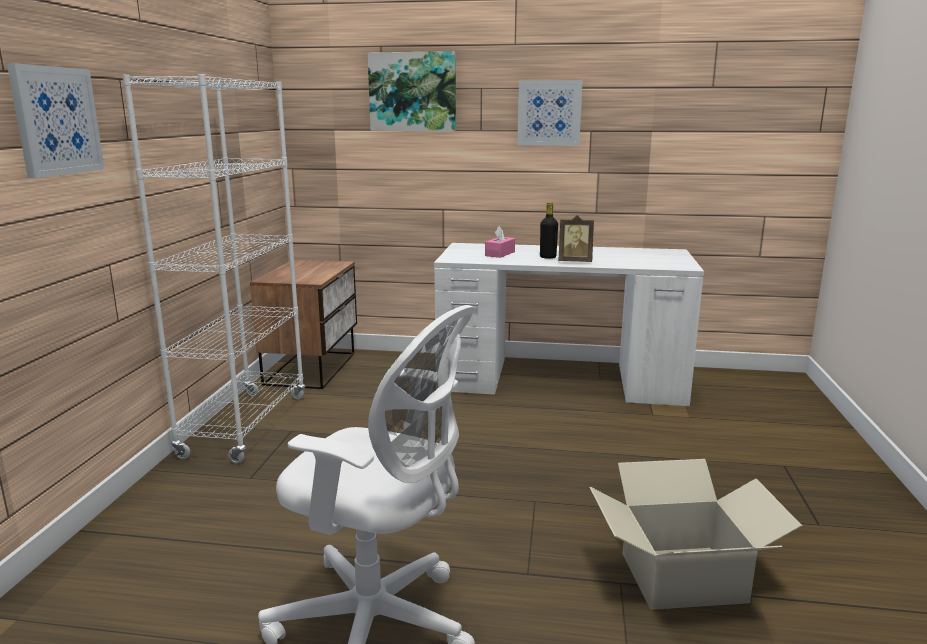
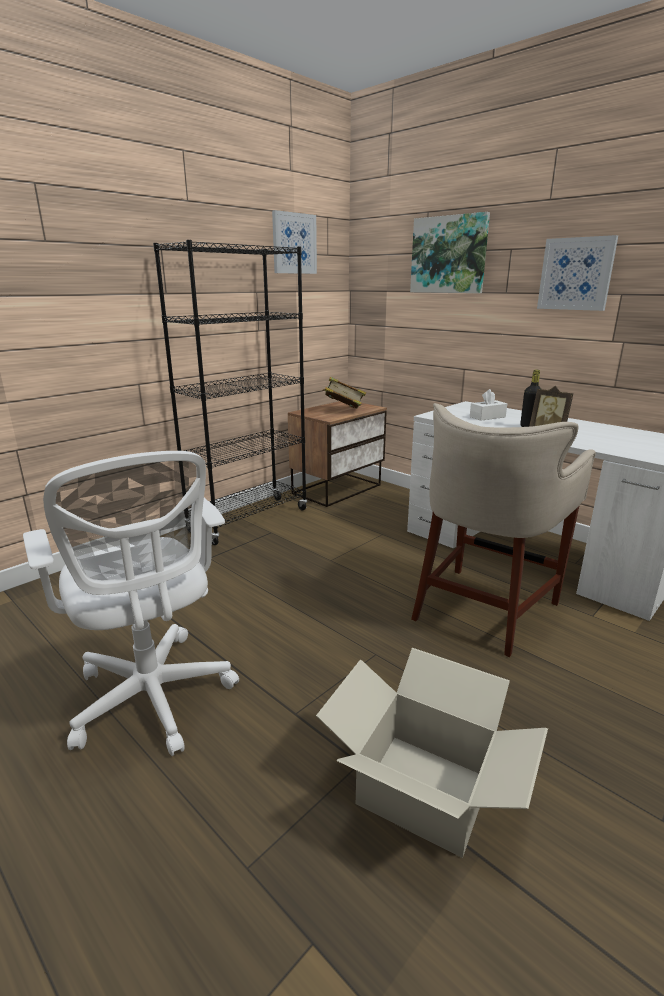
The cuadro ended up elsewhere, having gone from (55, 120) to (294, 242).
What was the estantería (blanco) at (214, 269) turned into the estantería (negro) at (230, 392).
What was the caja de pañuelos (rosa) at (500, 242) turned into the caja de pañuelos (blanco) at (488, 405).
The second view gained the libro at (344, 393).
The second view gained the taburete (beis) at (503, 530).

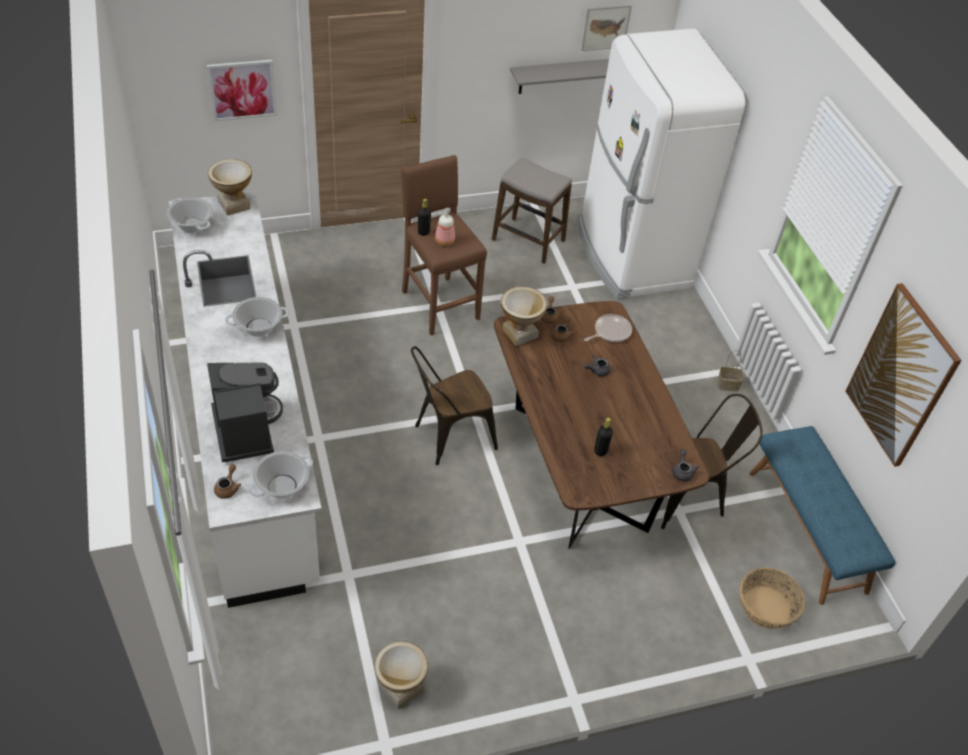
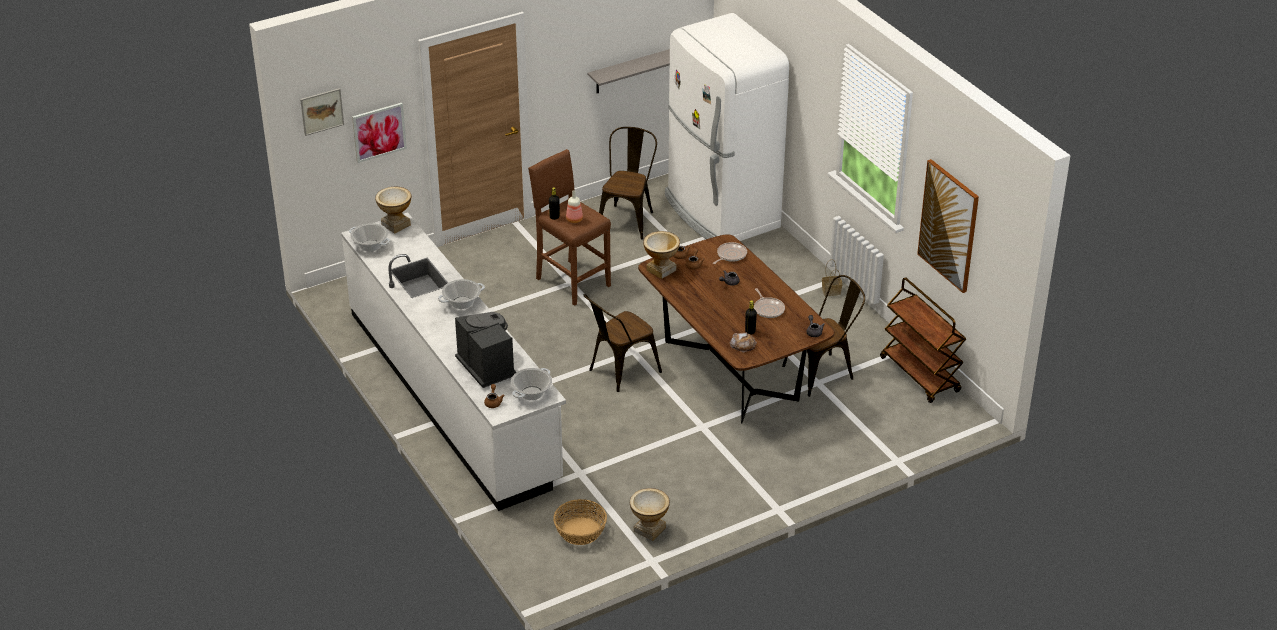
Where the taburete stood at (532, 211), the silla (marrón) came to stand at (628, 183).
The cuadro ended up elsewhere, having gone from (606, 28) to (322, 112).
The cesta ended up elsewhere, having gone from (772, 598) to (580, 522).
Where the banco (azul) stood at (823, 515), the carrito (marrón) came to stand at (923, 340).
The second view gained the pan at (743, 342).
The second view gained the sartén at (769, 303).

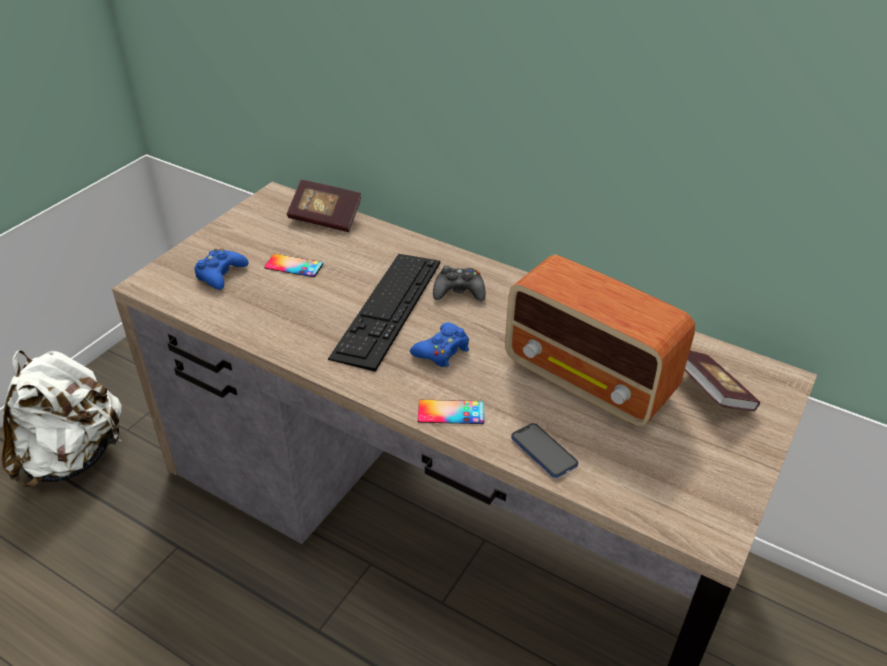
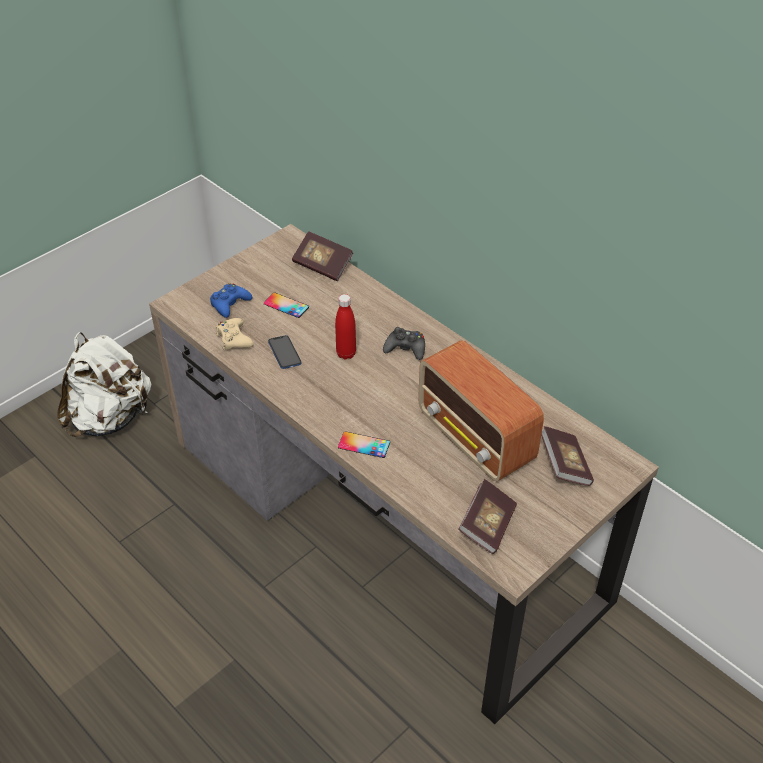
Where the teclado stood at (384, 313), the botella (rojo) came to stand at (345, 326).
The second view lost the mando de consola (azul) at (439, 344).
The móvil ended up elsewhere, having gone from (544, 450) to (285, 352).
The second view gained the mando de consola (beis) at (235, 334).
The second view gained the libro at (487, 516).

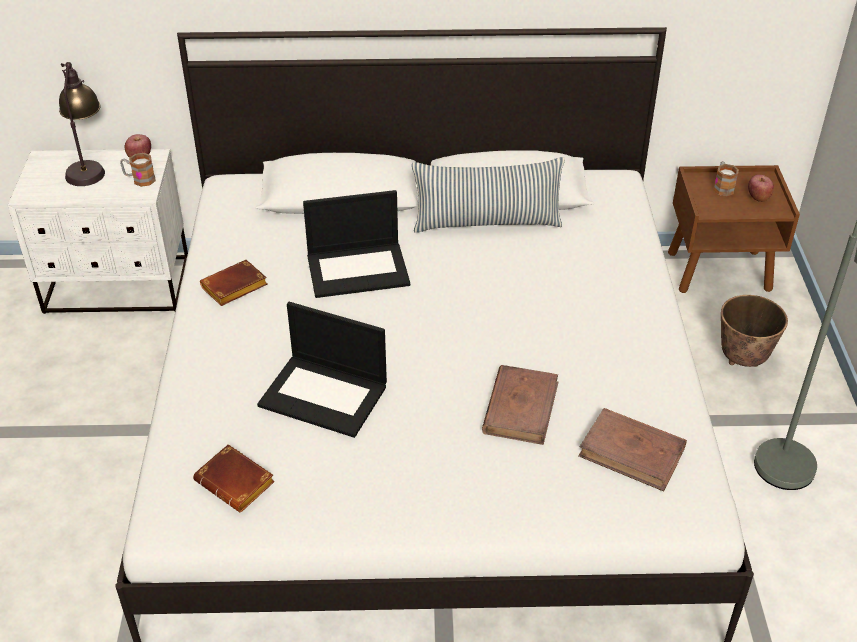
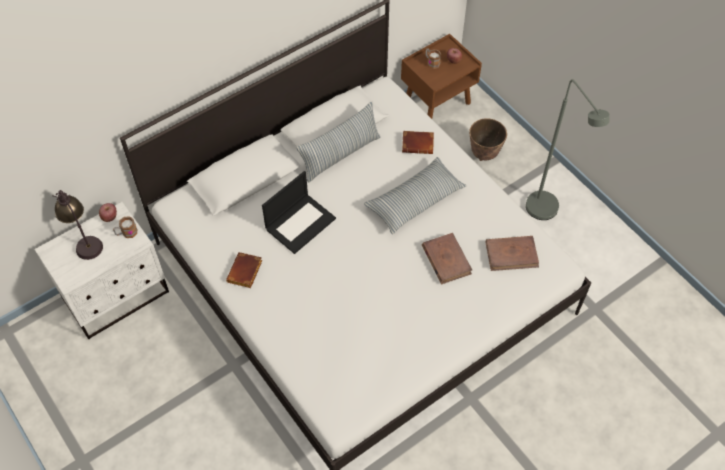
The libro (marrón) ended up elsewhere, having gone from (234, 478) to (418, 142).
The second view lost the portátil at (322, 370).
The second view gained the cojín at (415, 195).

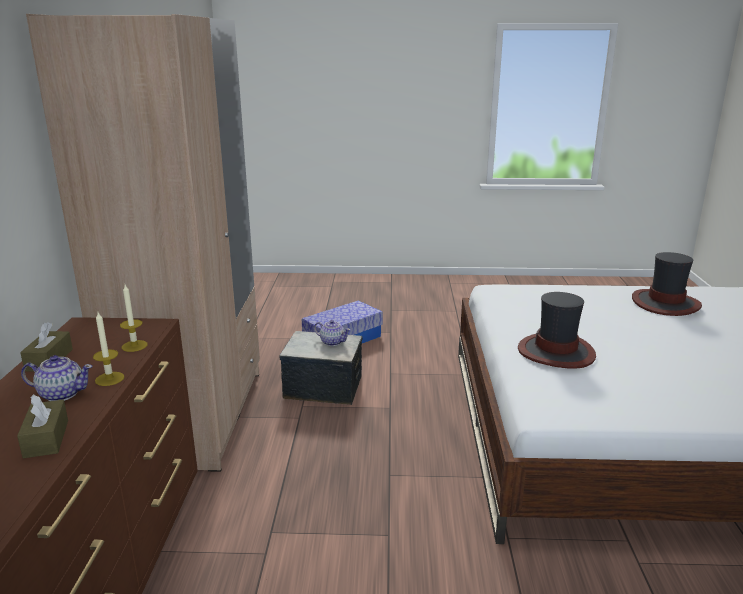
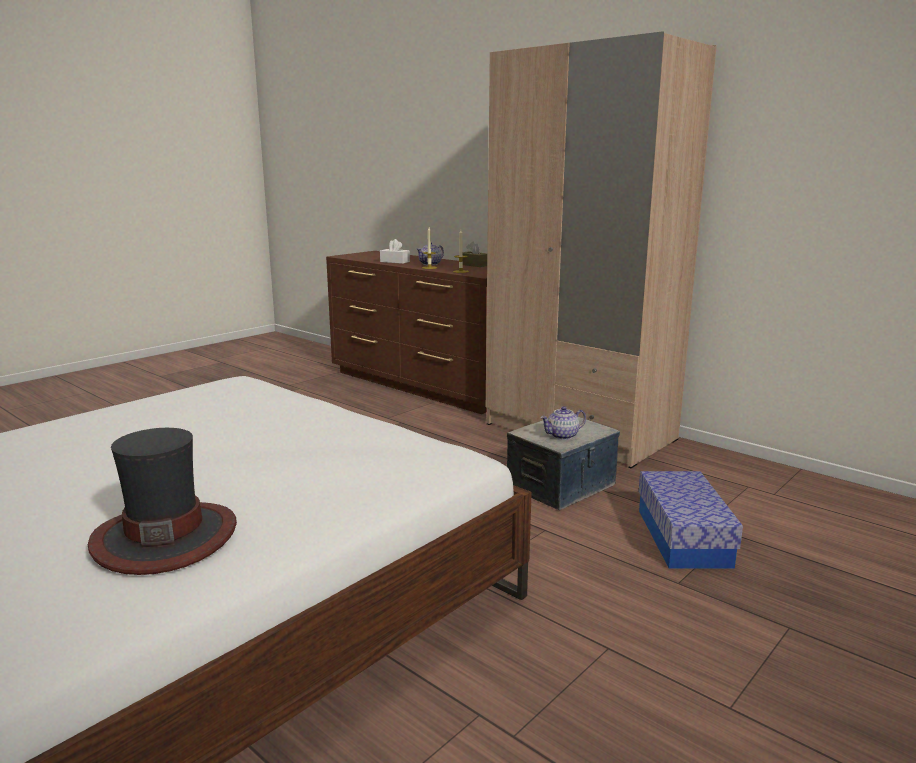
What was the caja de pañuelos (marrón) at (42, 426) turned into the caja de pañuelos (blanco) at (395, 251).
The second view lost the sombrero at (557, 330).

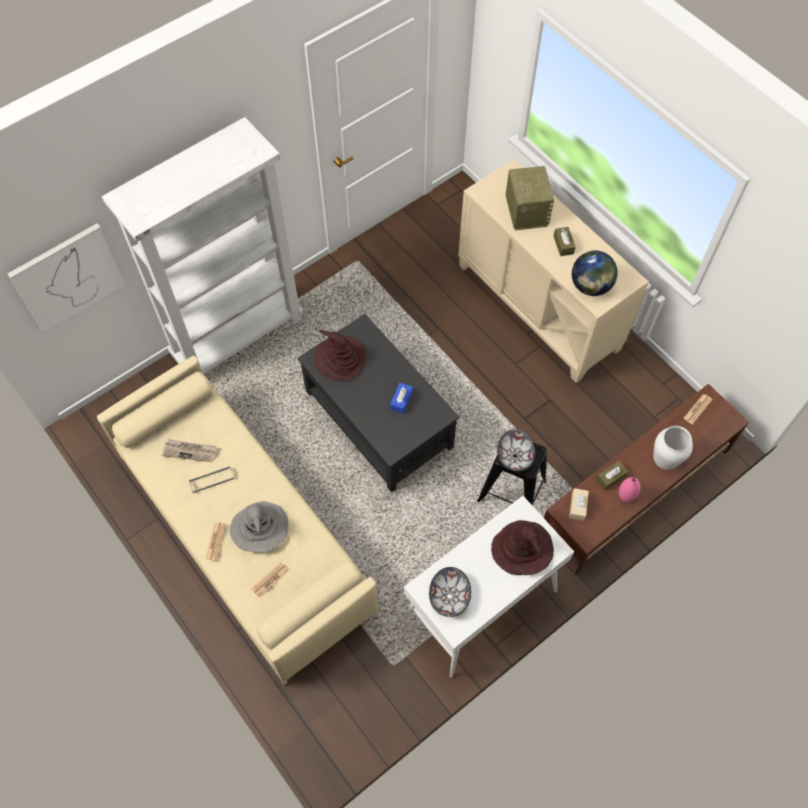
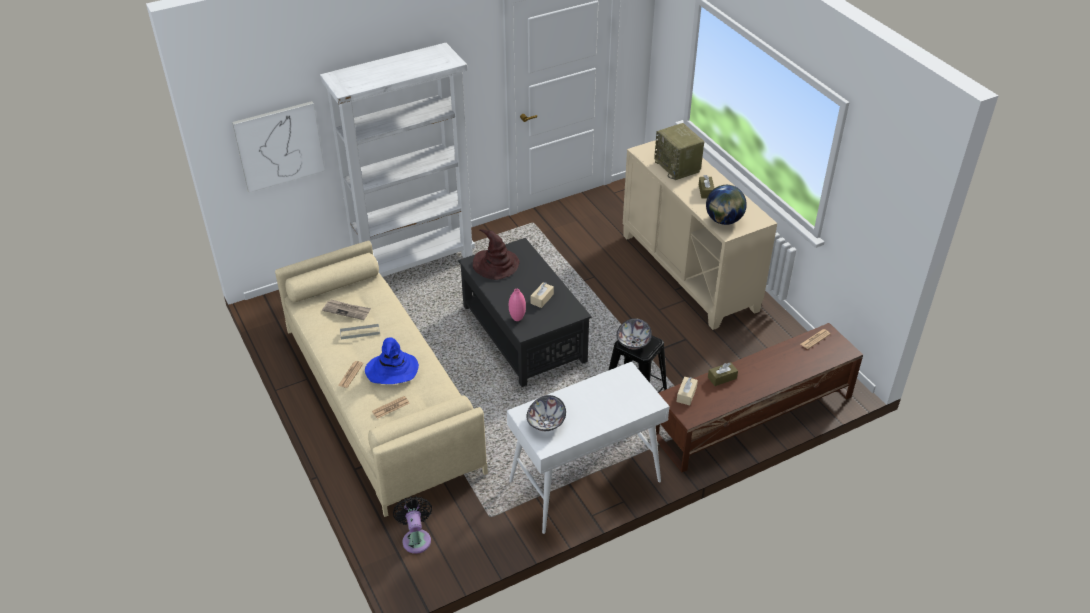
What was the sombrero (gris) at (259, 527) turned into the sombrero (azul) at (392, 360).
What was the caja de pañuelos (azul) at (401, 398) turned into the caja de pañuelos (beis) at (542, 295).
The second view lost the sombrero (marrón) at (522, 547).
The radio at (530, 198) ended up facing another way, 150 degrees clockwise from before.
The florero (rosa) ended up elsewhere, having gone from (629, 489) to (517, 305).
The second view lost the florero (blanco) at (673, 448).
The second view gained the ventilador (negro) at (412, 525).

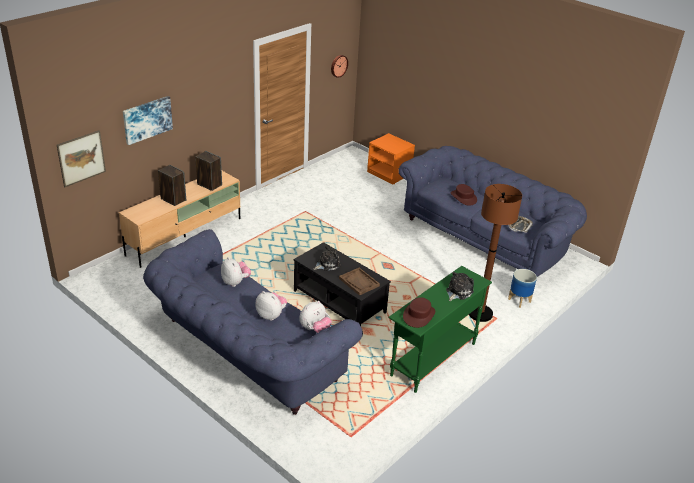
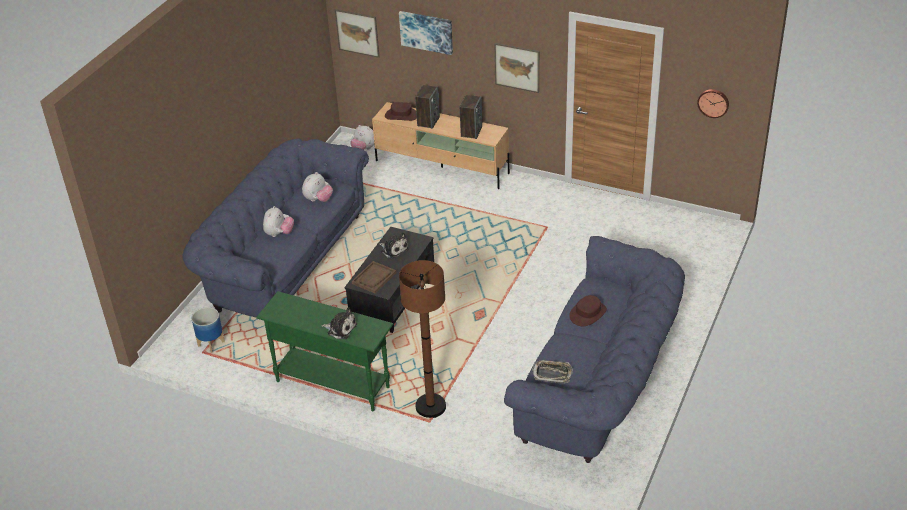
The peluche ended up elsewhere, having gone from (315, 317) to (362, 137).
The second view lost the mesita de noche (naranja) at (391, 158).
The sombrero (marrón) ended up elsewhere, having gone from (419, 312) to (401, 111).
The maceta ended up elsewhere, having gone from (522, 288) to (208, 330).
The second view gained the cuadro at (516, 68).

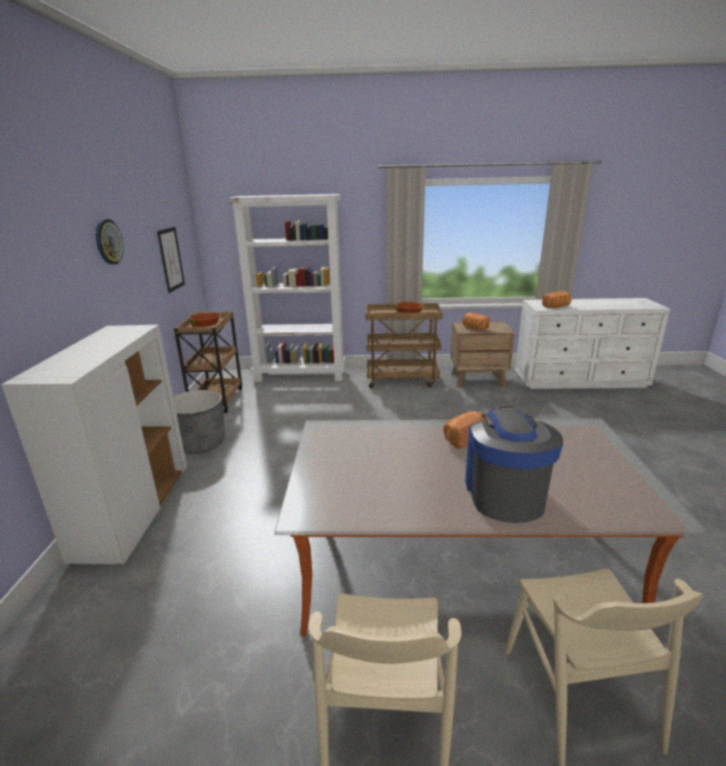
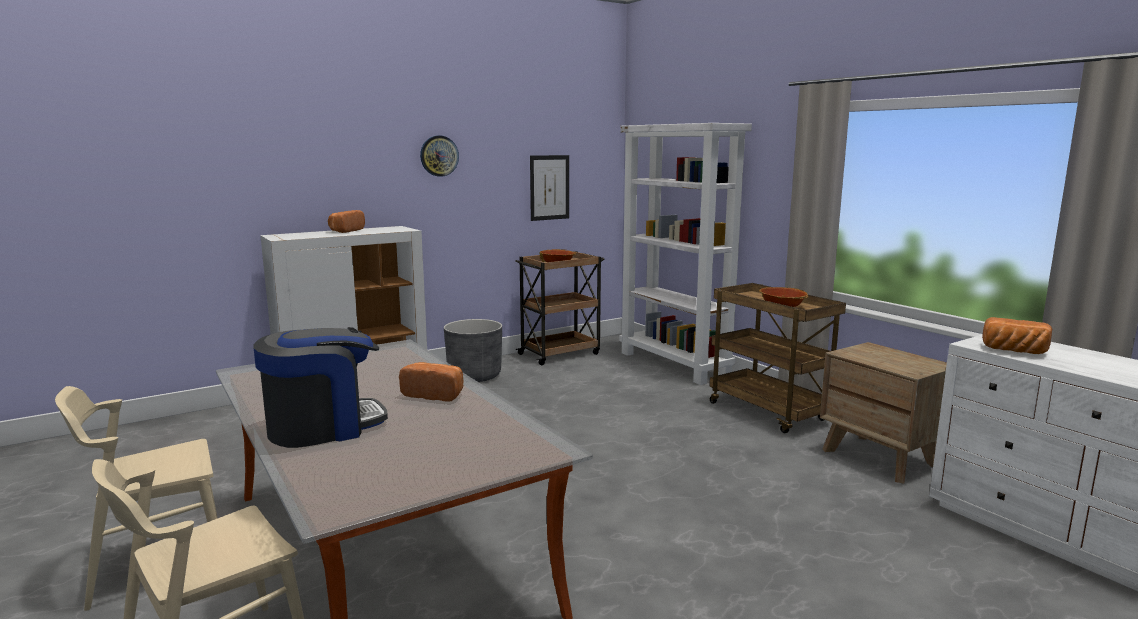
The pan ended up elsewhere, having gone from (476, 320) to (346, 221).

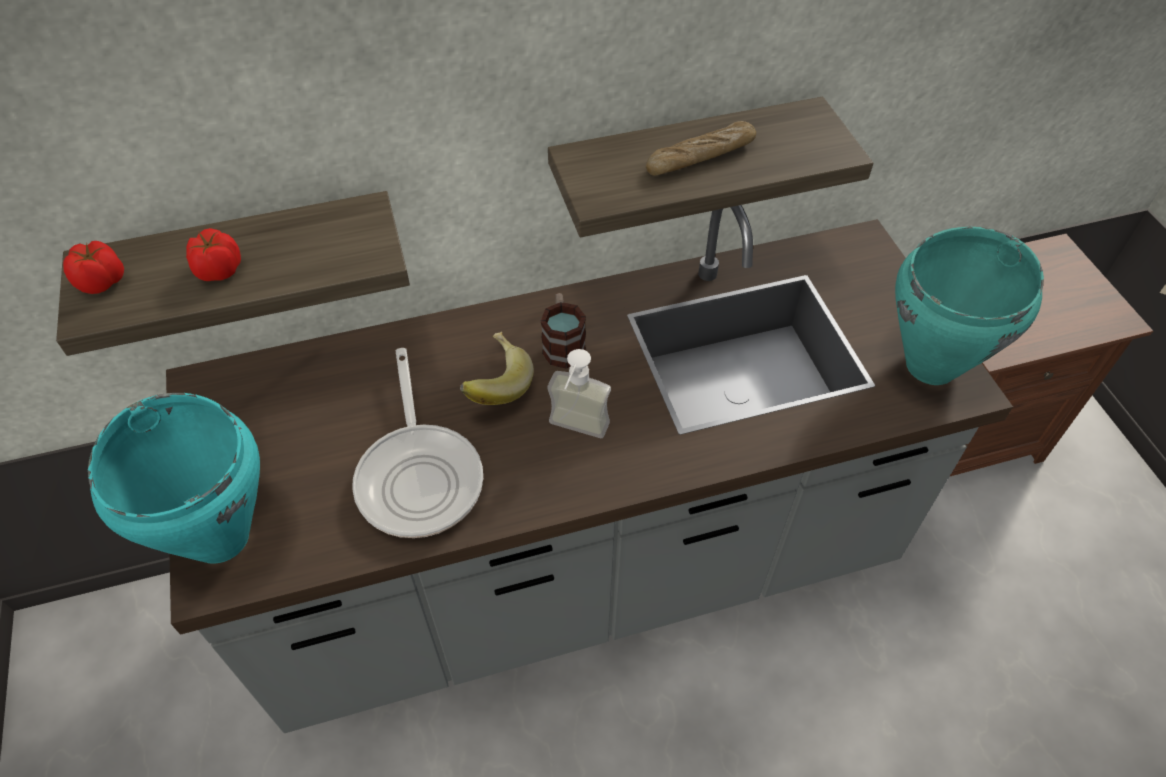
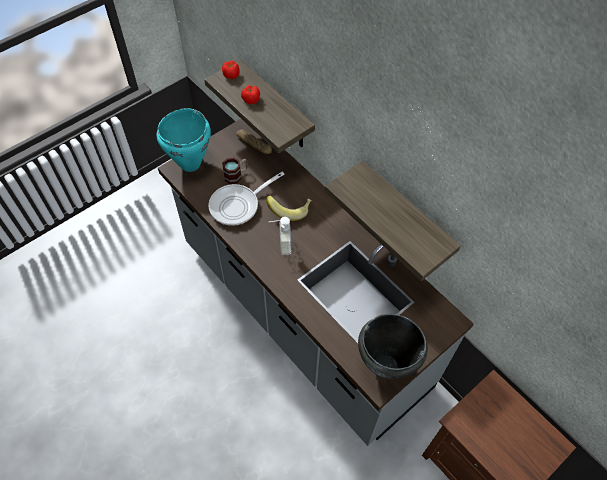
The taza grande ended up elsewhere, having gone from (563, 331) to (235, 170).
The pan ended up elsewhere, having gone from (701, 148) to (254, 141).
What was the olla (turquesa) at (969, 306) turned into the olla (negro) at (393, 347).

